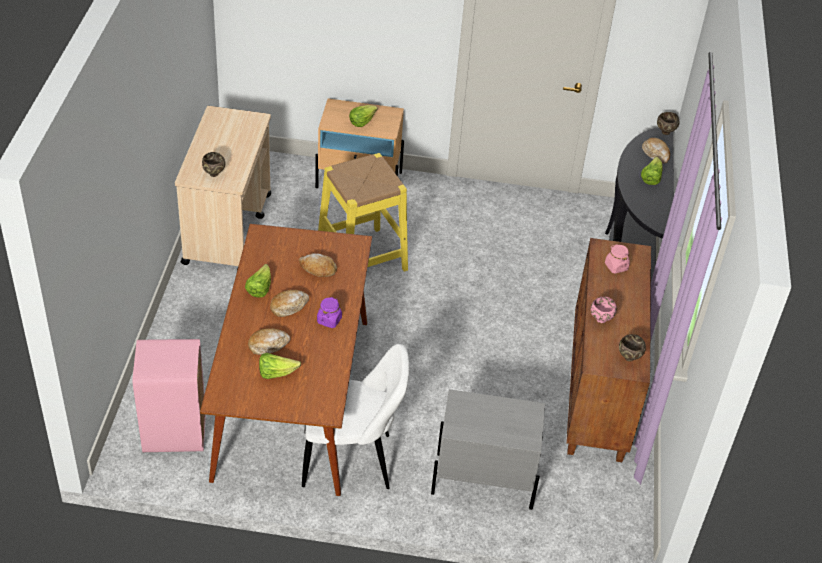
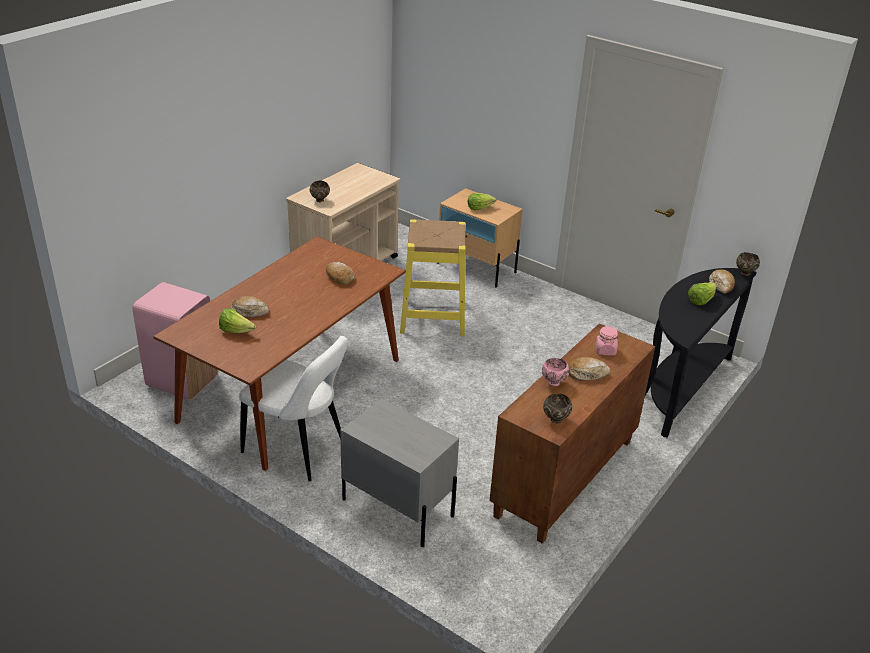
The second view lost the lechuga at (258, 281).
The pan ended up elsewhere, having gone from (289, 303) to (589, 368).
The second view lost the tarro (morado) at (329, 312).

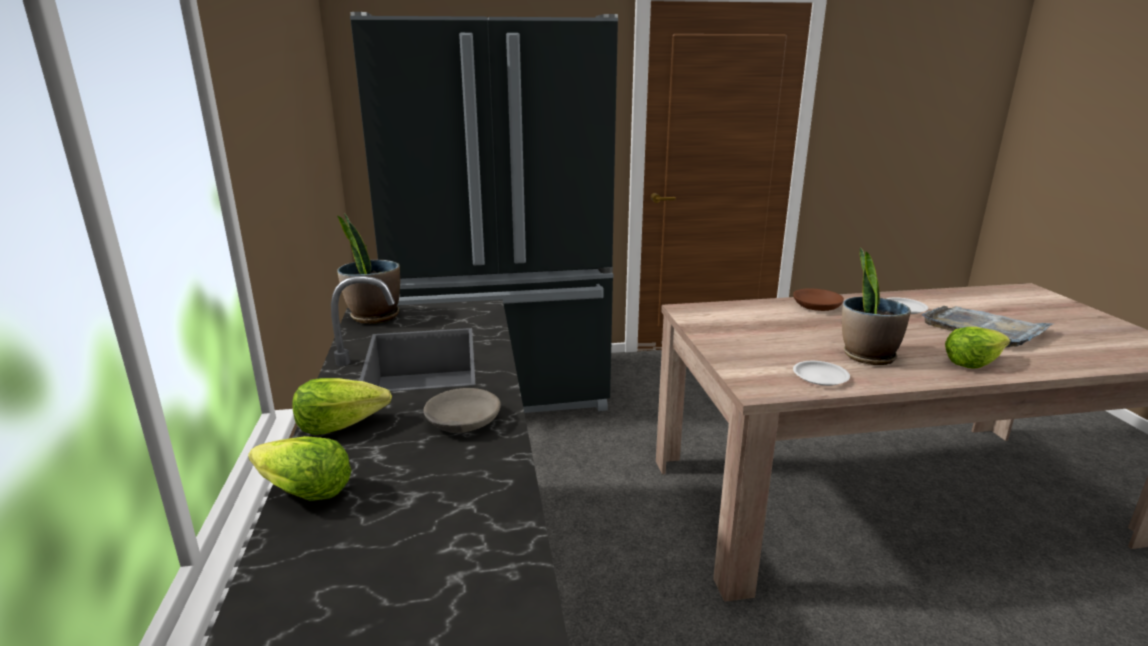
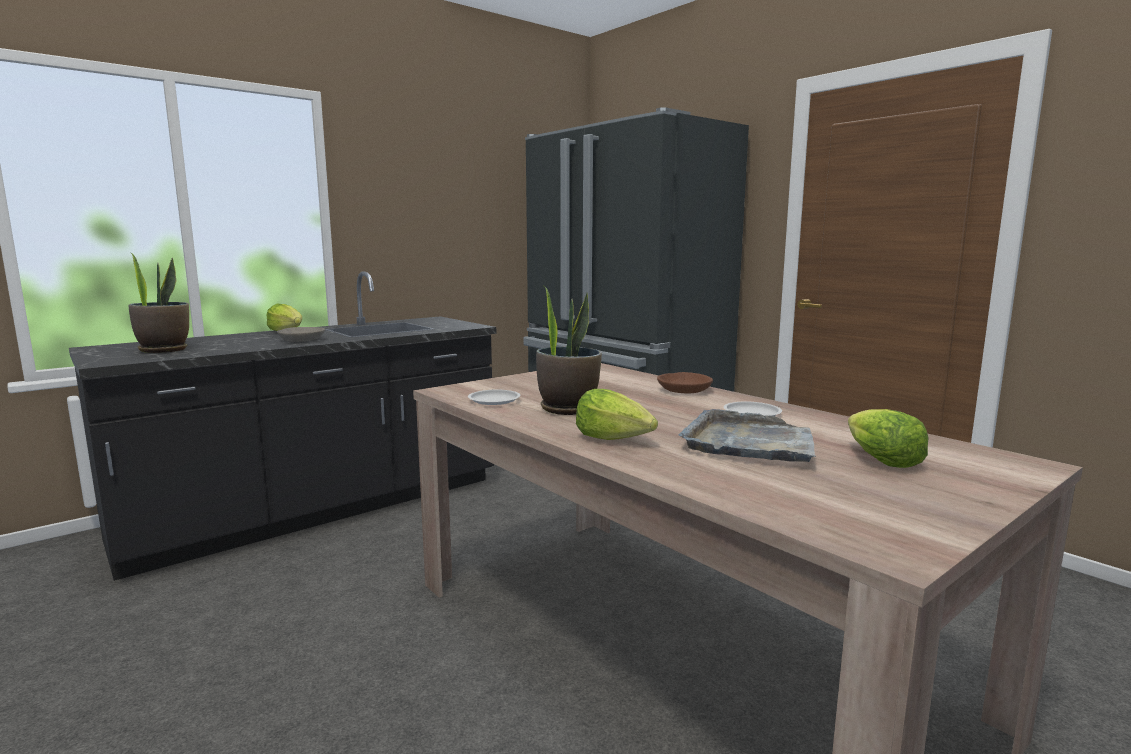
The lechuga ended up elsewhere, having gone from (300, 468) to (888, 438).
The planta en maceta ended up elsewhere, having gone from (368, 268) to (158, 302).

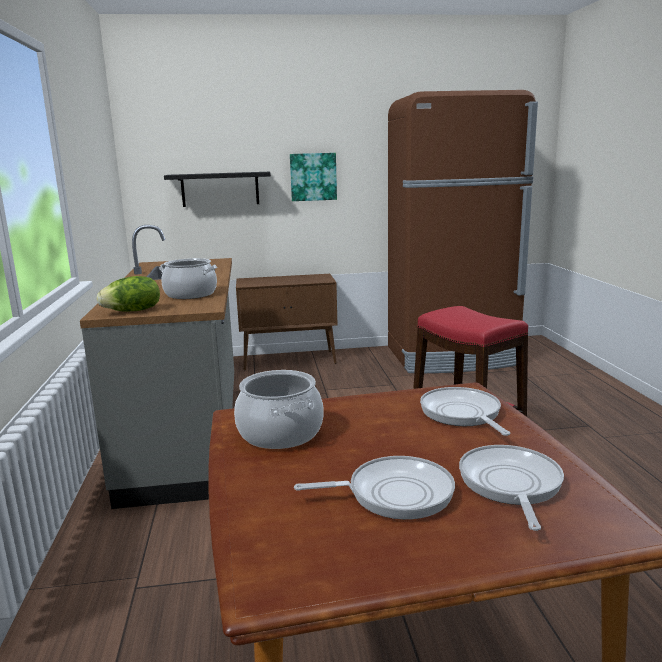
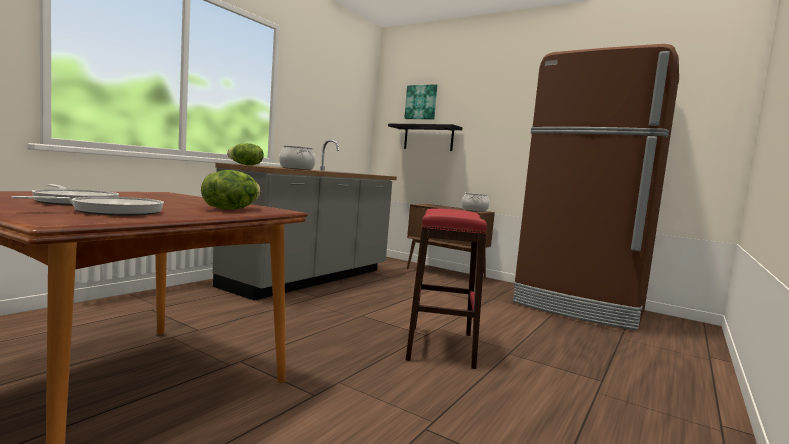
The olla ended up elsewhere, having gone from (279, 409) to (475, 202).
The cuadro ended up elsewhere, having gone from (313, 177) to (420, 101).
Where the sartén stood at (465, 411), the lechuga came to stand at (231, 190).

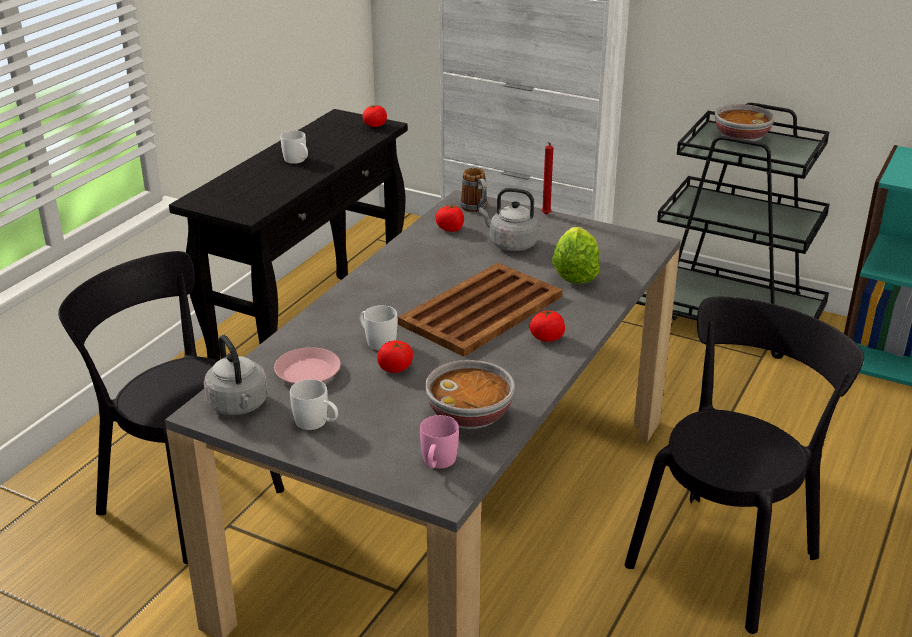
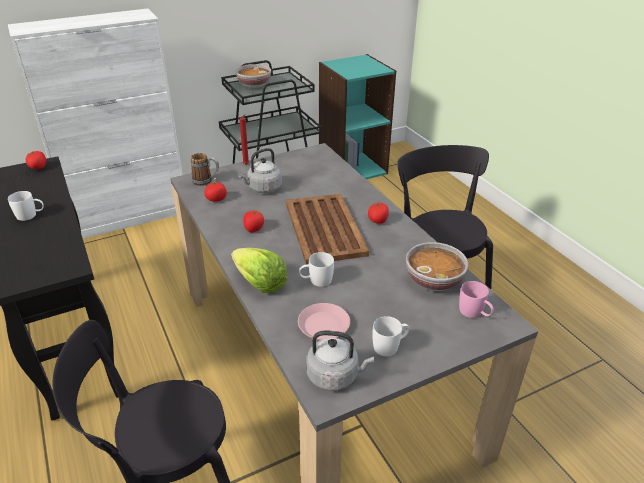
The tomate ended up elsewhere, having gone from (395, 356) to (253, 221).
The lechuga ended up elsewhere, having gone from (575, 255) to (259, 270).

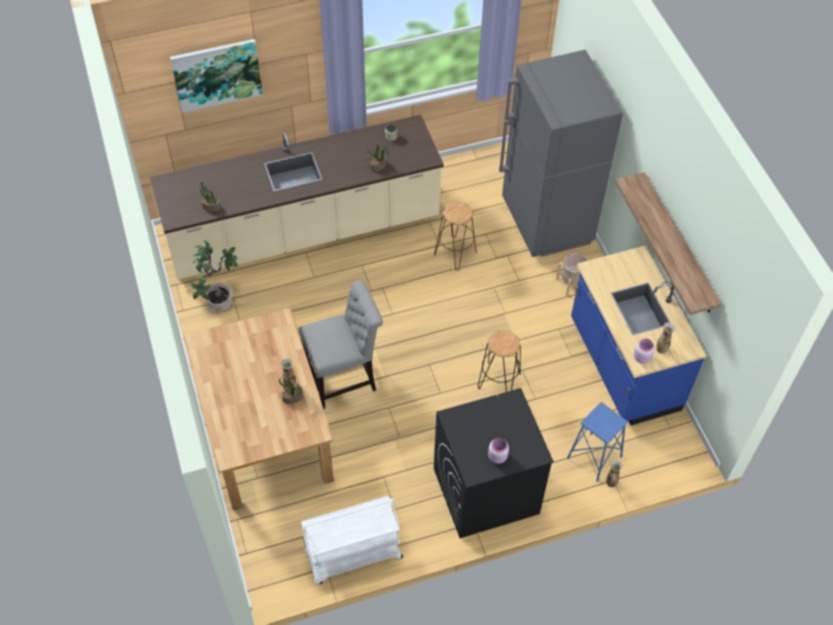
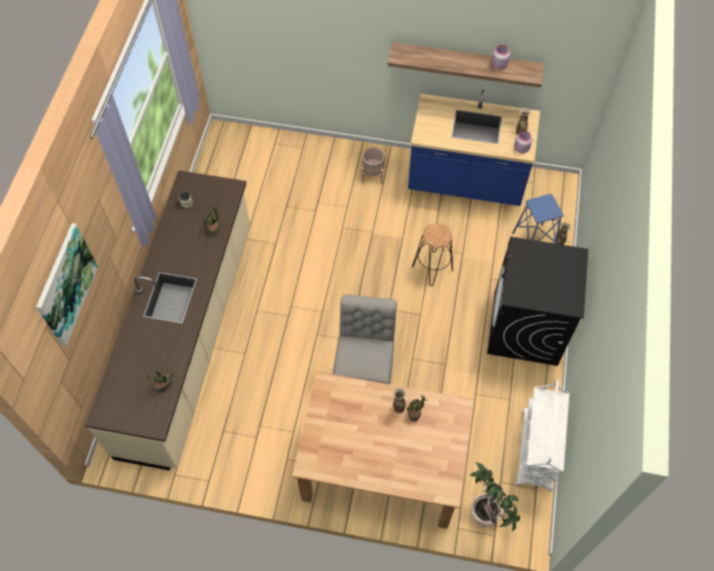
The planta en maceta ended up elsewhere, having gone from (213, 276) to (494, 496).
The second view lost the taburete (marrón) at (455, 236).
The tarro (rosa) ended up elsewhere, having gone from (498, 451) to (501, 57).
The second view lost the nevera (gris) at (561, 153).

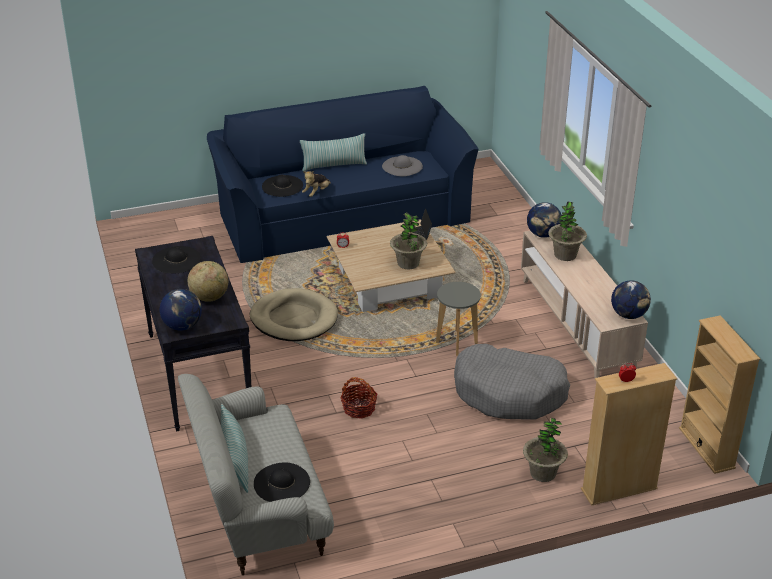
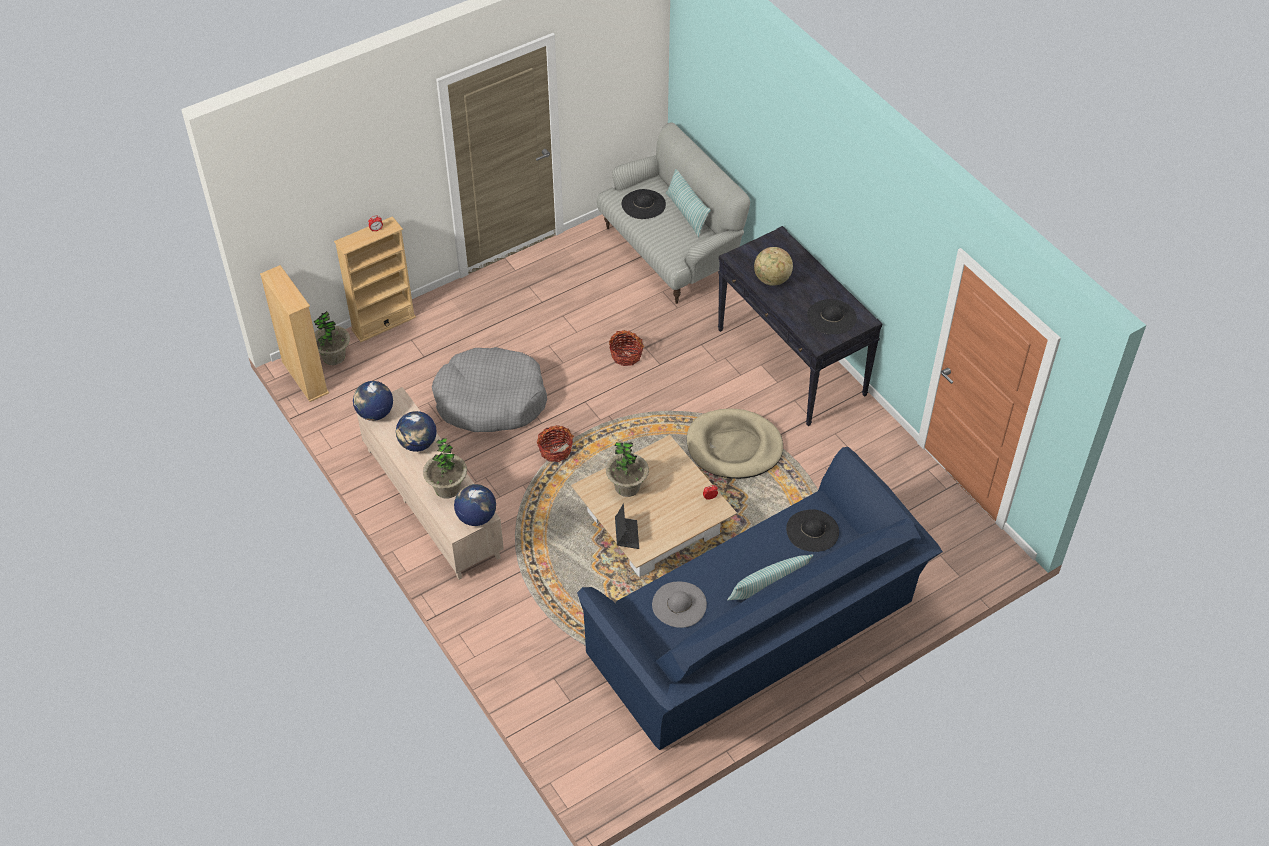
The globo terráqueo ended up elsewhere, having gone from (181, 310) to (416, 431).
The second view lost the peluche at (316, 184).
Where the taburete (gris) stood at (458, 319), the cesta came to stand at (555, 443).
The planta en maceta ended up elsewhere, having gone from (545, 450) to (332, 338).

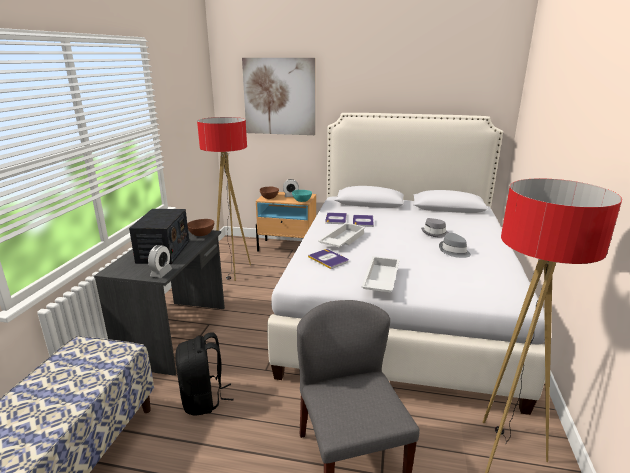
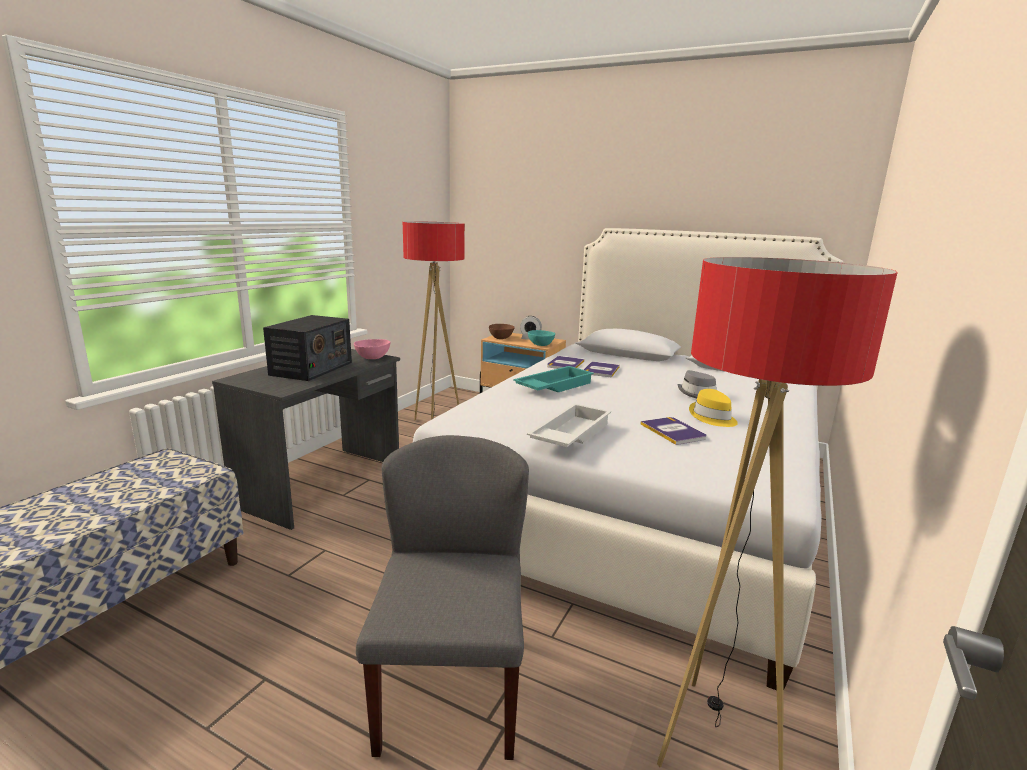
The second view lost the despertador at (160, 261).
The second view lost the mochila (negro) at (205, 374).
What was the cuenco (marrón) at (200, 227) turned into the cuenco (rosa) at (372, 349).
The second view lost the cuadro at (278, 96).
The libro ended up elsewhere, having gone from (328, 259) to (673, 431).
What was the bandeja (blanco) at (342, 235) turned into the bandeja (turquesa) at (553, 379).
What was the sombrero (gris) at (455, 245) turned into the sombrero (amarillo) at (713, 408).

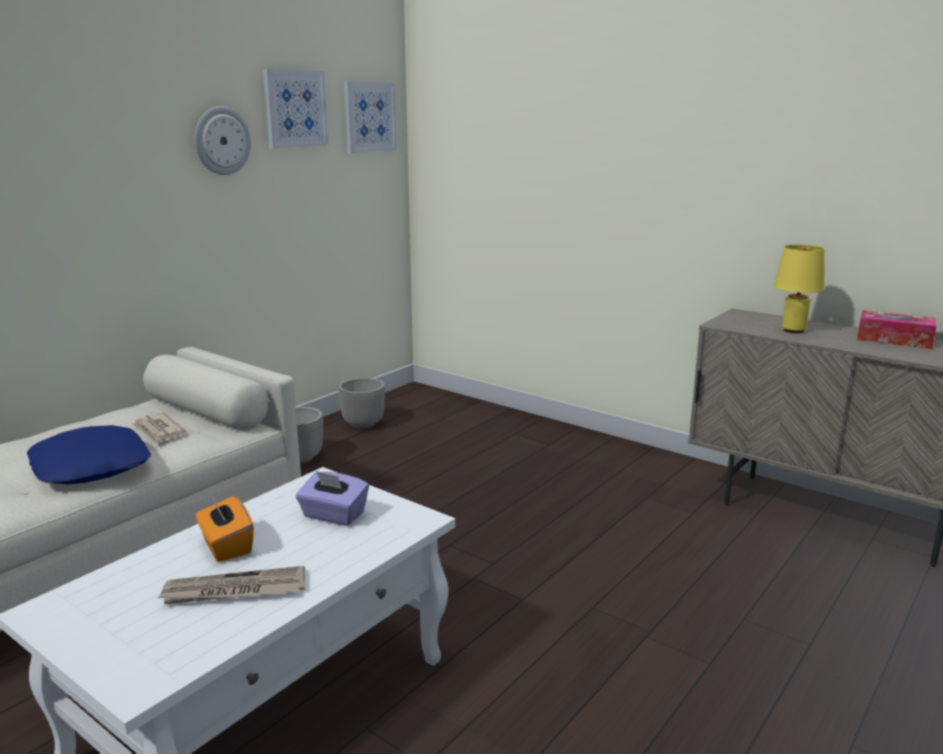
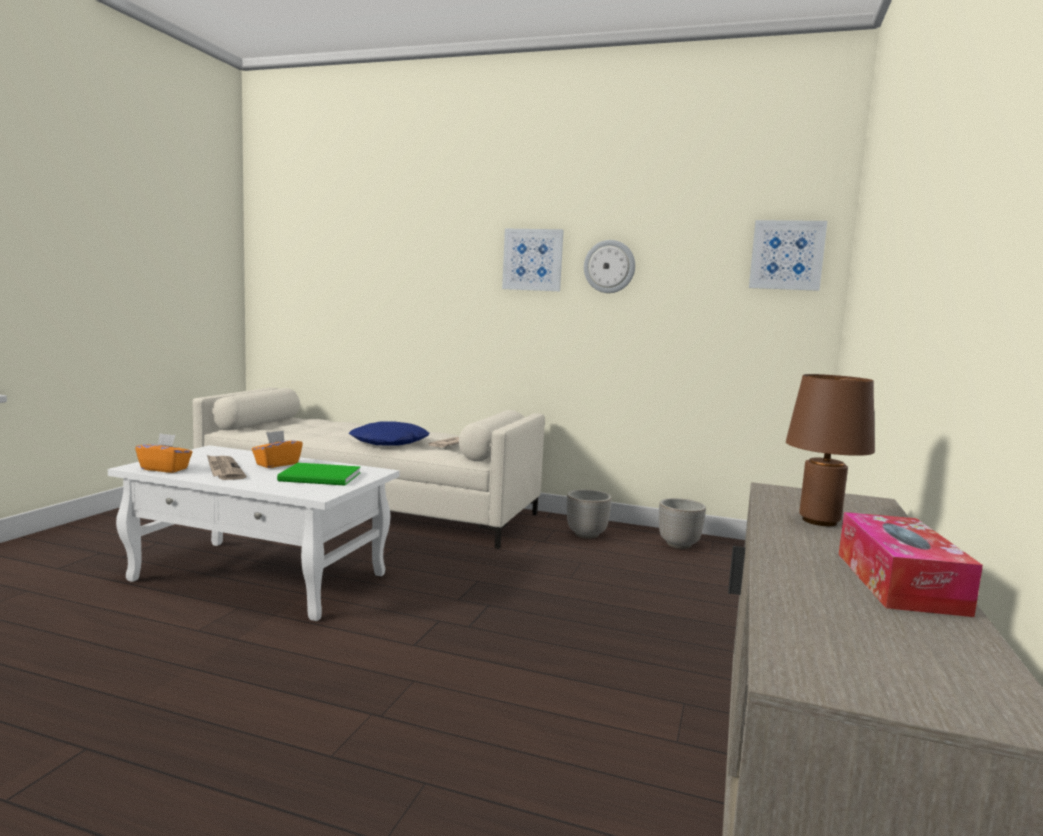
The cuadro ended up elsewhere, having gone from (295, 108) to (533, 260).
Where the caja de pañuelos (morado) stood at (332, 498), the libro (verde) came to stand at (319, 474).
What was the lámpara de mesa (amarillo) at (799, 289) turned into the lámpara de mesa (marrón) at (830, 450).
The second view gained the caja de pañuelos (naranja) at (163, 453).

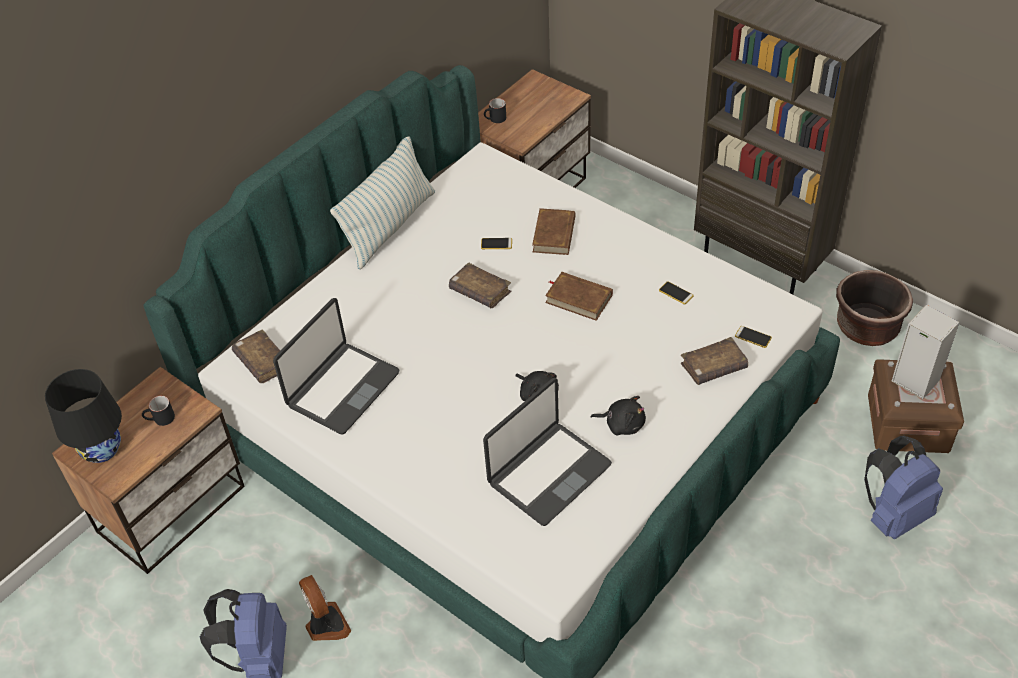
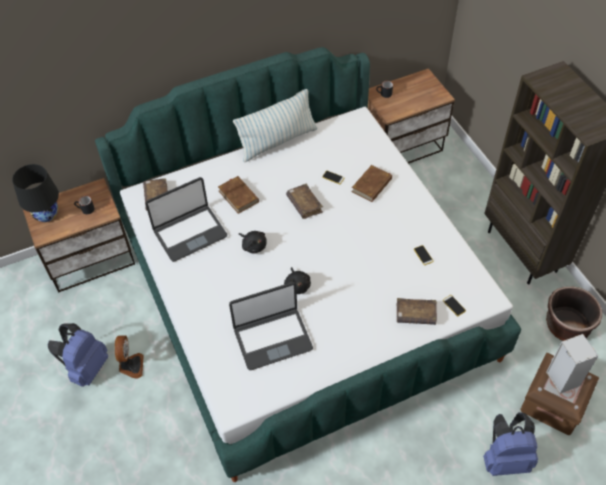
The libro (marrón) ended up elsewhere, having gone from (579, 296) to (238, 195).
The peluche (negro) ended up elsewhere, having gone from (618, 416) to (252, 242).

